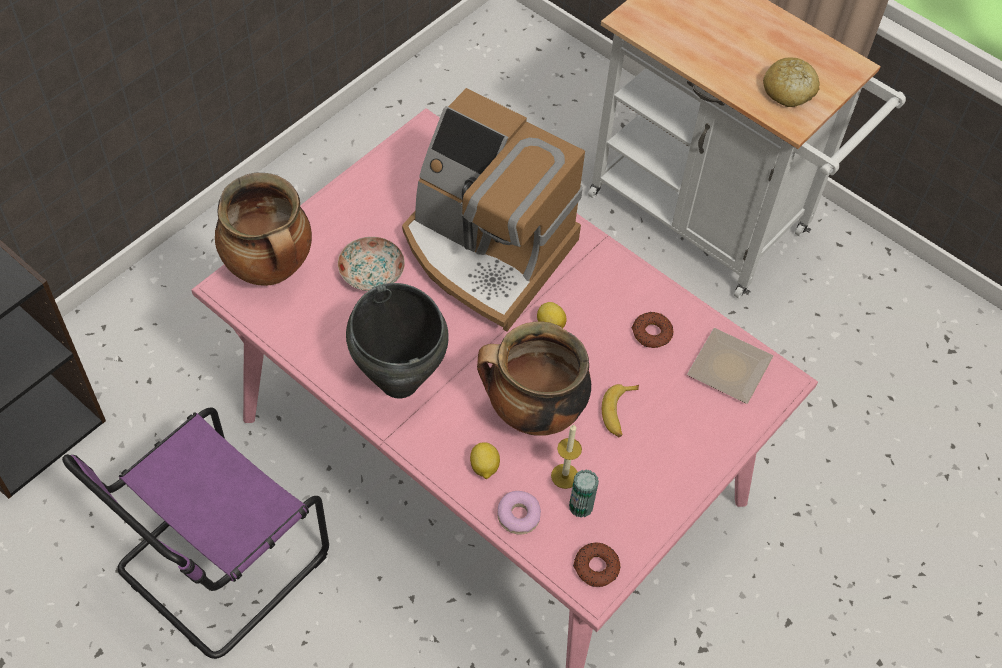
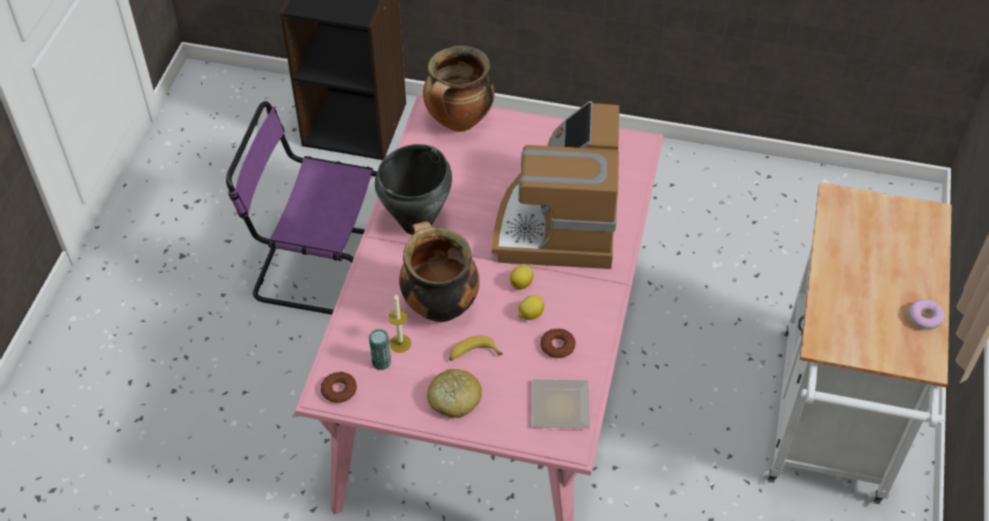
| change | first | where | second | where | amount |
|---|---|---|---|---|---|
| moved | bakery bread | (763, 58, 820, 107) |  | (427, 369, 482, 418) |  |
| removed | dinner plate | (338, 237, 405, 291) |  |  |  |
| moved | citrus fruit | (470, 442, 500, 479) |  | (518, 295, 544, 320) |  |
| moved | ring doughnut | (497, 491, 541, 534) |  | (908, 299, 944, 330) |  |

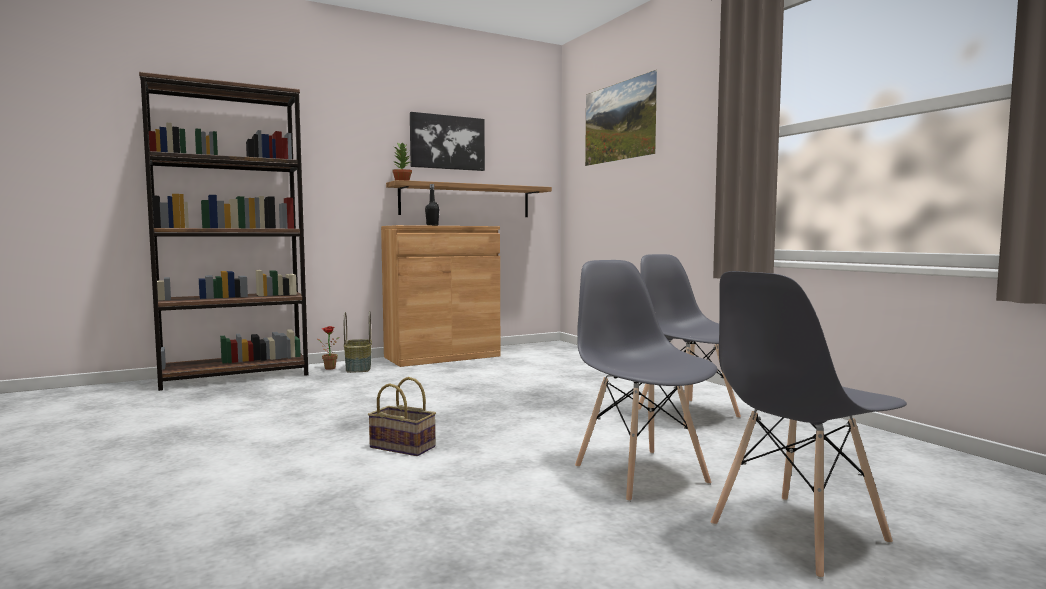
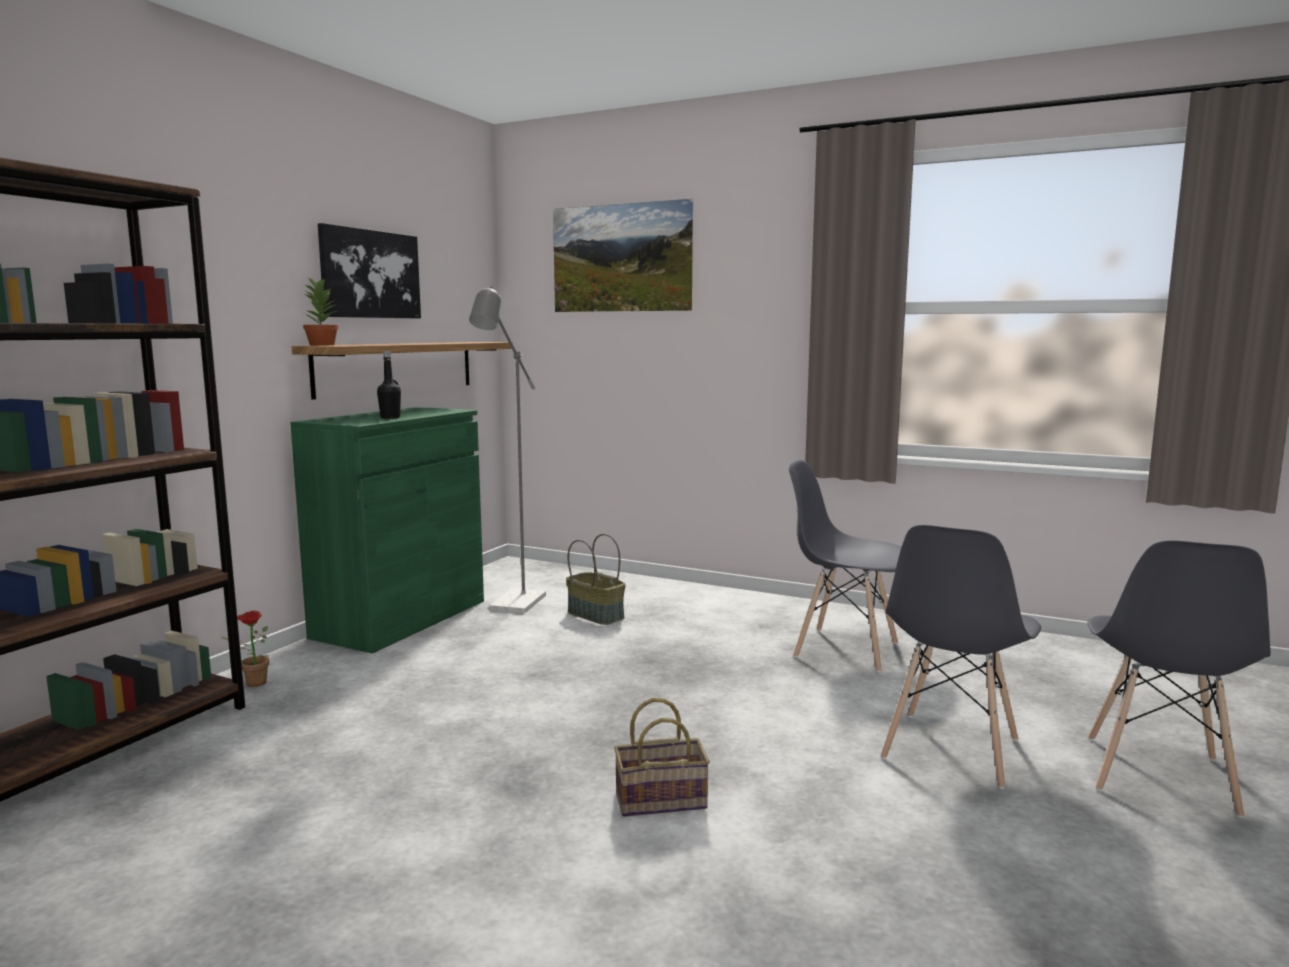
| change | first | where | second | where | amount |
|---|---|---|---|---|---|
| recoloured | brown cabinet | (381, 225, 500, 367) | greenish cabinet | (290, 407, 484, 653) |  |
| turned | gray upright chair | (575, 260, 717, 502) |  | (881, 525, 1041, 789) | 90 degrees counterclockwise |
| moved | basket | (344, 311, 372, 373) |  | (566, 534, 626, 625) |  |
| added |  |  | gray standing lamp | (469, 286, 546, 613) |  |

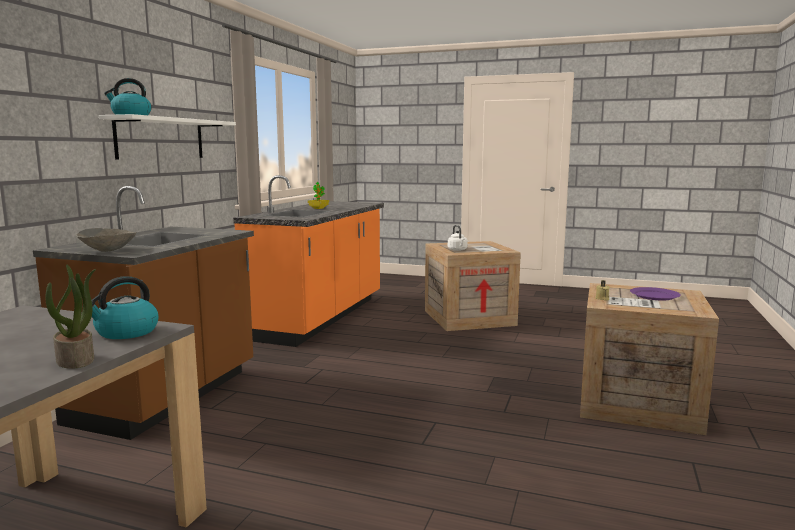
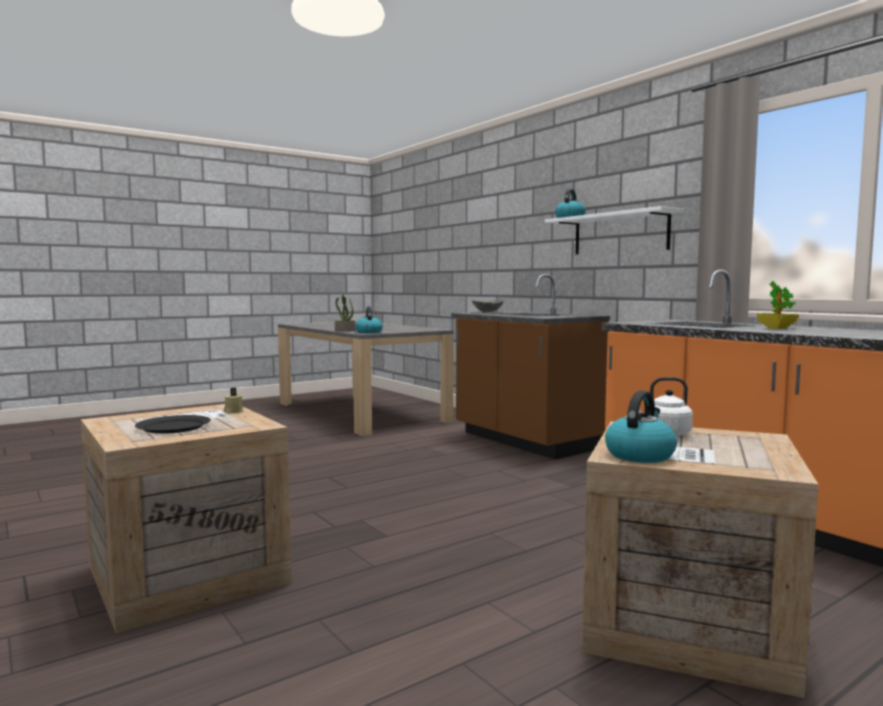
| change | first | where | second | where | amount |
|---|---|---|---|---|---|
| recoloured | purple dinner plate | (630, 287, 681, 300) | blackish dinner plate | (135, 415, 211, 434) |  |
| added |  |  | tea kettle | (605, 390, 677, 463) |  |

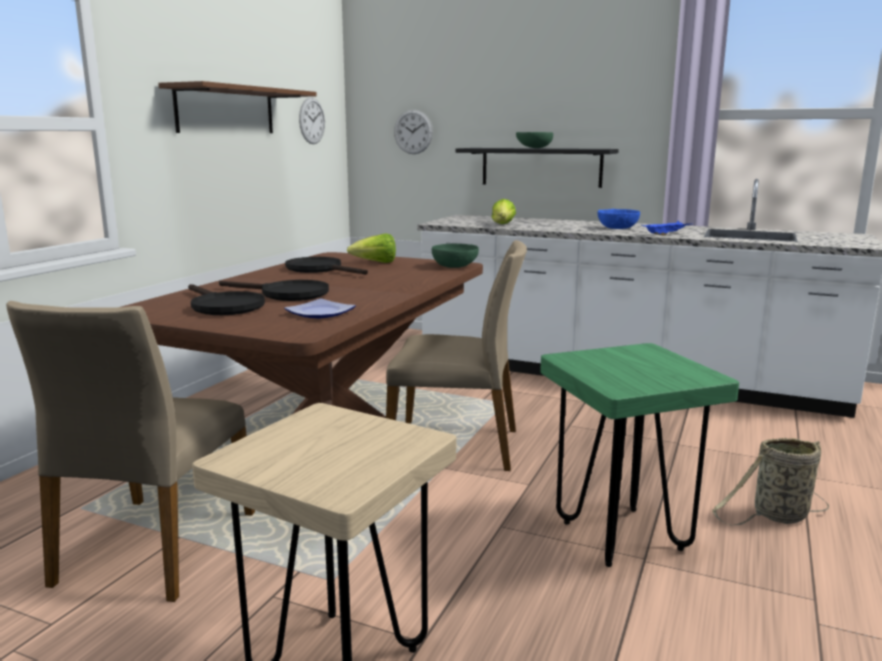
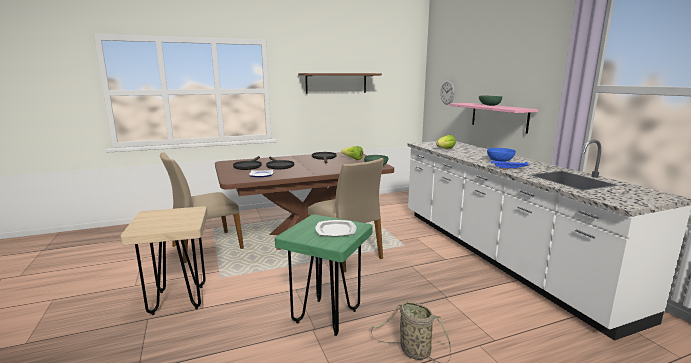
| change | first | where | second | where | amount |
|---|---|---|---|---|---|
| removed | clock on the wall | (299, 97, 325, 144) |  |  |  |
| recoloured | blackish shelf | (456, 148, 619, 188) | pink-coloured shelf | (449, 103, 538, 134) |  |
| added |  |  | dinner plate | (315, 220, 357, 236) |  |

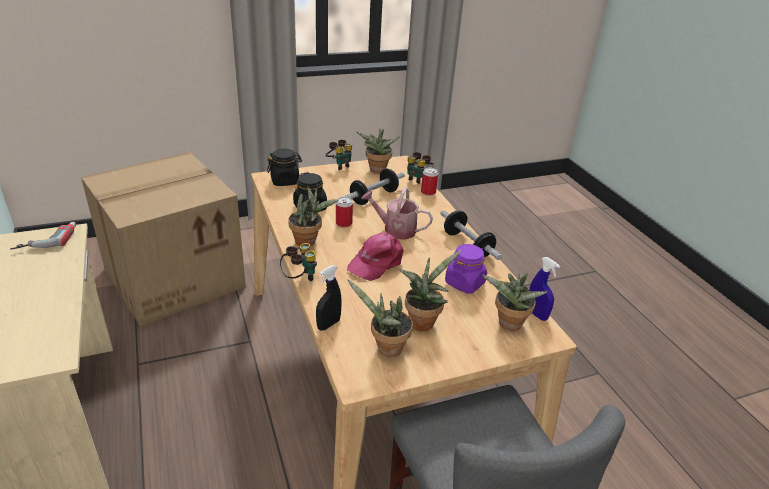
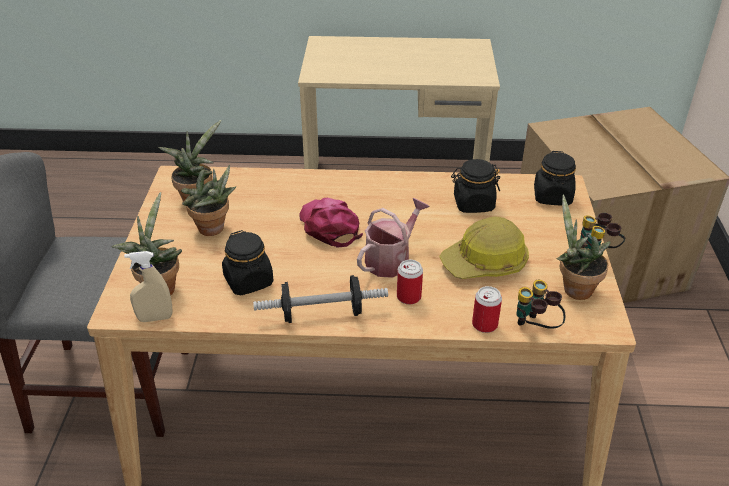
| change | first | where | second | where | amount |
|---|---|---|---|---|---|
| replaced | hand weight | (343, 168, 405, 205) | hard hat | (439, 216, 529, 279) |  |
| removed | potted plant | (288, 187, 338, 246) |  |  |  |
| moved | can | (336, 197, 353, 227) |  | (397, 260, 423, 304) |  |
| removed | electric drill | (10, 222, 76, 249) |  |  |  |
| removed | binoculars | (280, 243, 317, 281) |  |  |  |
| recoloured | purple jar | (445, 244, 487, 294) | blackish jar | (222, 230, 274, 295) |  |
| recoloured | blue-coloured hand sprayer | (529, 257, 560, 321) | beige hand sprayer | (124, 251, 172, 322) |  |
| removed | blackish hand sprayer | (316, 265, 342, 331) |  |  |  |

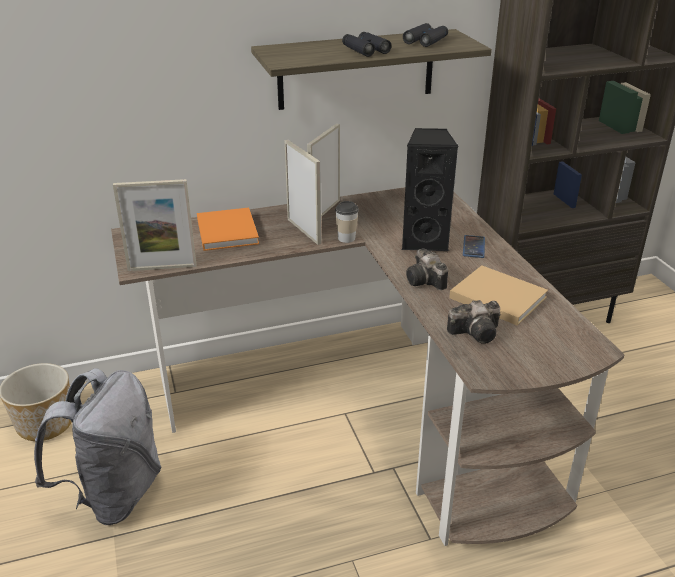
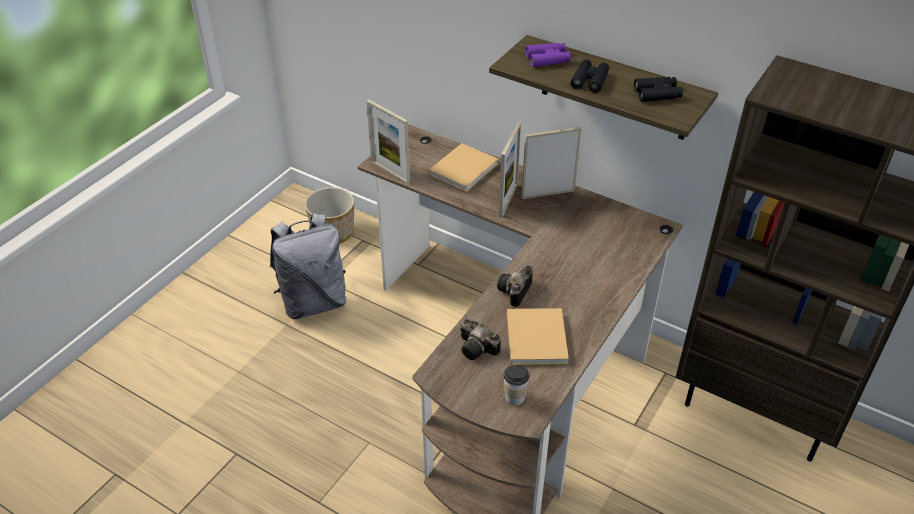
| change | first | where | second | where | amount |
|---|---|---|---|---|---|
| removed | blackish loudspeaker | (401, 128, 459, 252) |  |  |  |
| moved | drinking cup | (335, 201, 359, 243) |  | (504, 365, 529, 405) |  |
| recoloured | orange book | (197, 208, 259, 251) | beige book | (429, 143, 499, 192) |  |
| removed | phone | (463, 235, 485, 258) |  |  |  |
| added |  |  | purple binoculars | (525, 43, 571, 67) |  |

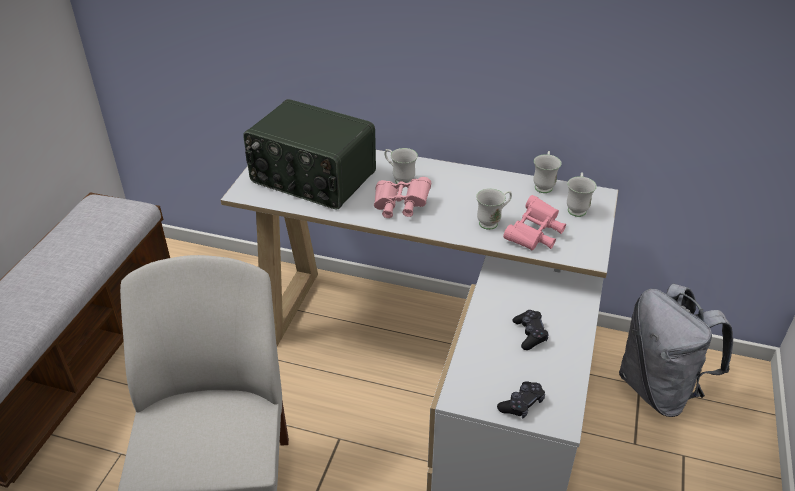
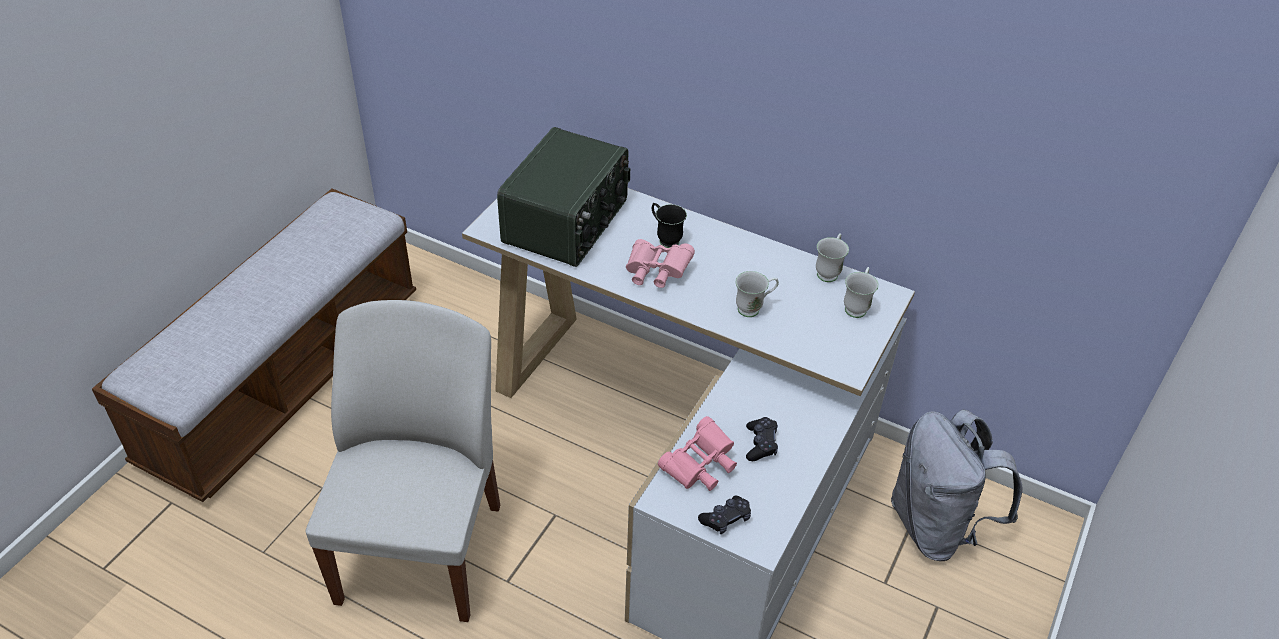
| change | first | where | second | where | amount |
|---|---|---|---|---|---|
| turned | radio | (243, 99, 376, 210) |  | (497, 127, 630, 267) | 105 degrees counterclockwise |
| recoloured | white-coloured mug | (385, 148, 418, 184) | blackish mug | (652, 203, 687, 248) |  |
| moved | pink-coloured binoculars | (503, 195, 566, 250) |  | (658, 416, 737, 491) |  |

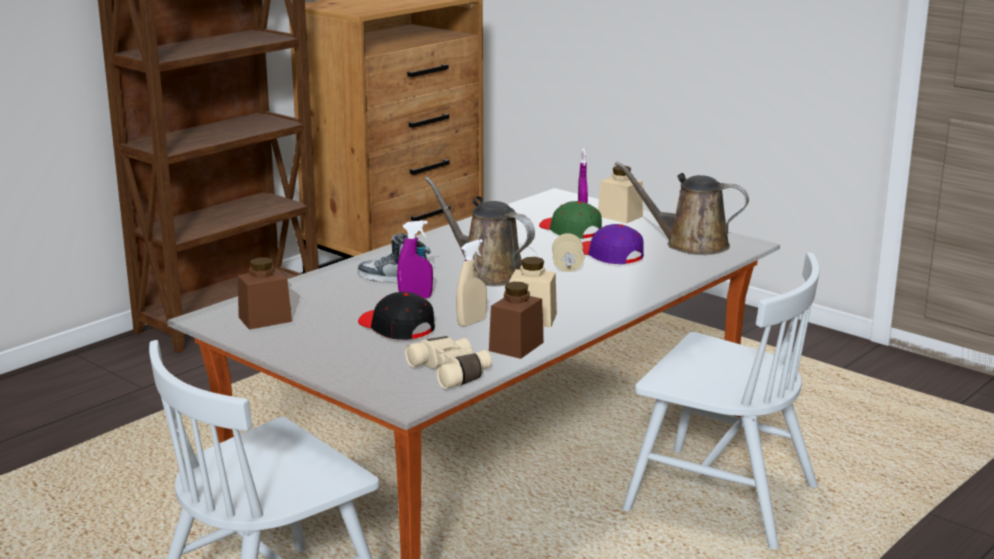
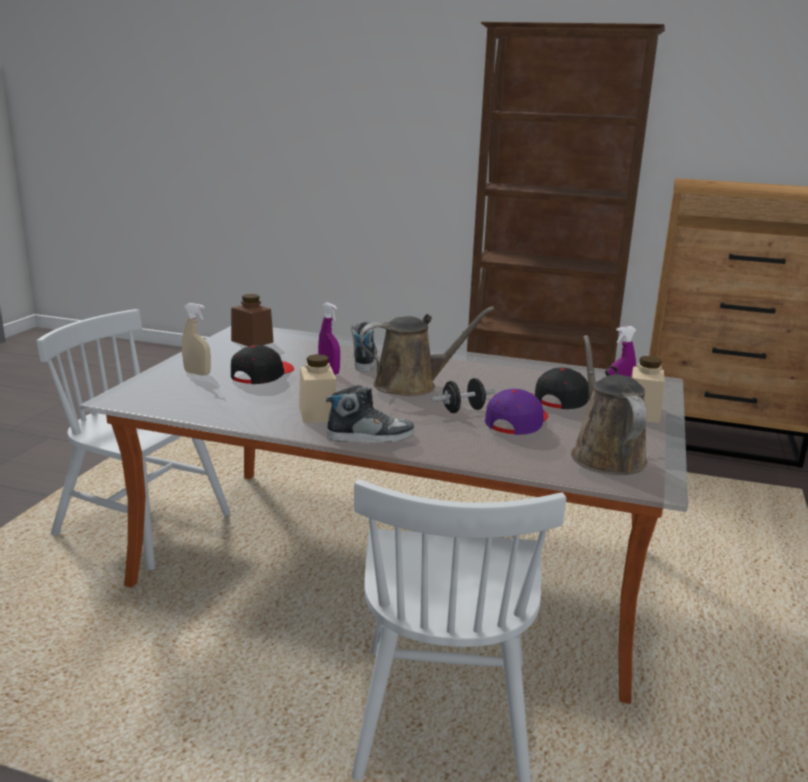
| change | first | where | second | where | amount |
|---|---|---|---|---|---|
| turned | brown watering can | (425, 177, 535, 286) |  | (359, 307, 494, 396) | 60 degrees clockwise |
| recoloured | greenish baseball cap | (539, 201, 602, 239) | blackish baseball cap | (535, 368, 589, 409) |  |
| recoloured | beige hand weight | (552, 233, 584, 272) | blackish hand weight | (431, 378, 495, 413) |  |
| moved | beige hand sprayer | (456, 239, 487, 326) |  | (182, 303, 211, 375) |  |
| removed | brown jar | (489, 282, 544, 359) |  |  |  |
| removed | beige binoculars | (405, 336, 492, 389) |  |  |  |
| added |  |  | item of footwear | (326, 385, 415, 442) |  |

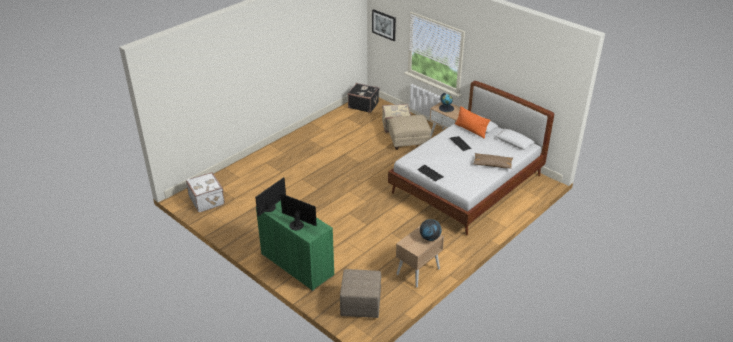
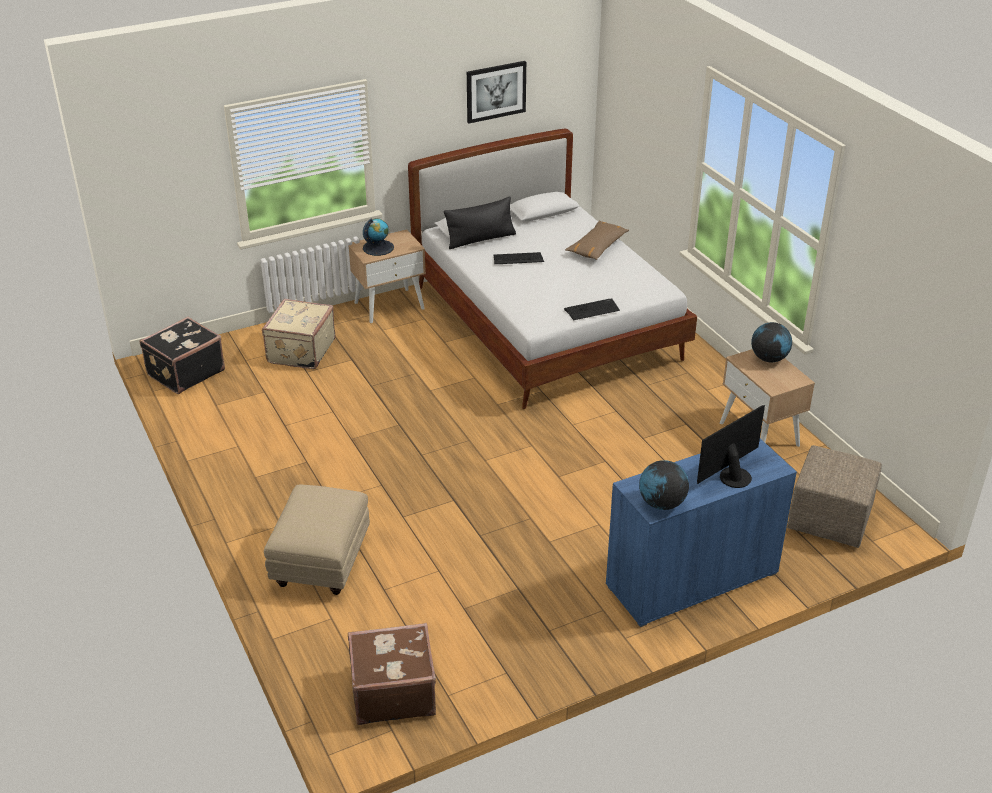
| change | first | where | second | where | amount |
|---|---|---|---|---|---|
| moved | wall art | (372, 9, 396, 41) |  | (467, 61, 526, 124) |  |
| recoloured | orange cushion | (455, 106, 490, 139) | blackish cushion | (444, 197, 516, 249) |  |
| moved | beige pouffe | (389, 115, 431, 150) |  | (264, 485, 370, 595) |  |
| recoloured | white-coloured suitcase | (186, 172, 225, 212) | brown suitcase | (348, 623, 436, 725) |  |
| replaced | monitor | (255, 177, 286, 216) | world globe | (639, 460, 689, 510) |  |
| recoloured | greenish cabinet | (256, 200, 334, 291) | blue-coloured cabinet | (606, 439, 797, 627) |  |

